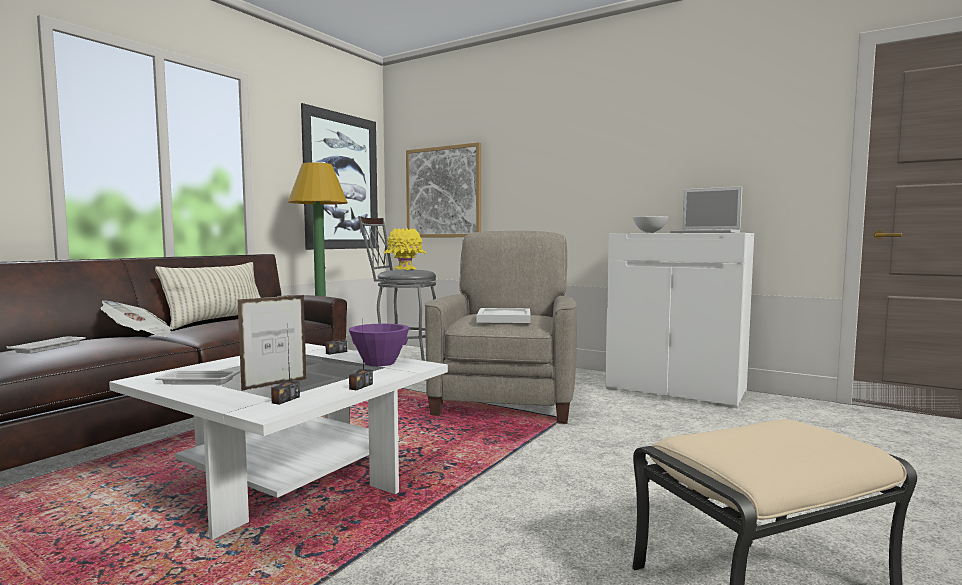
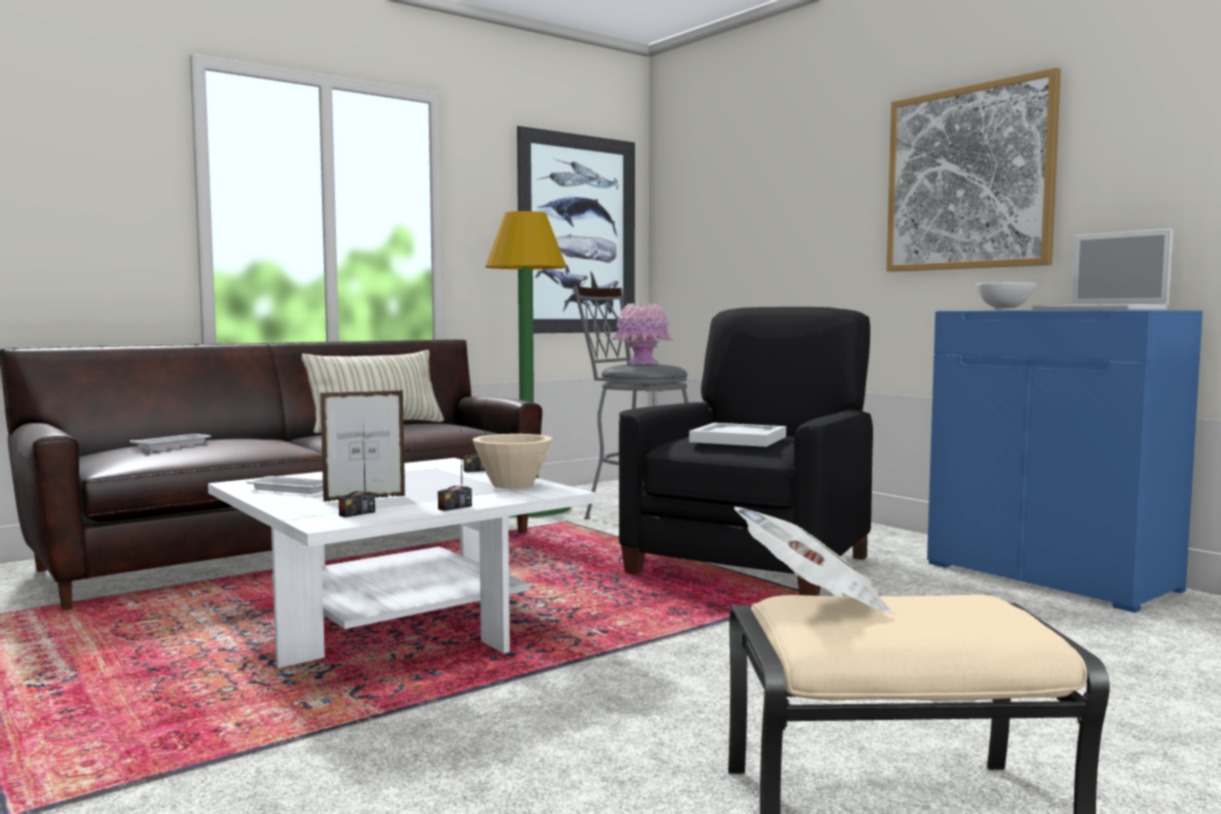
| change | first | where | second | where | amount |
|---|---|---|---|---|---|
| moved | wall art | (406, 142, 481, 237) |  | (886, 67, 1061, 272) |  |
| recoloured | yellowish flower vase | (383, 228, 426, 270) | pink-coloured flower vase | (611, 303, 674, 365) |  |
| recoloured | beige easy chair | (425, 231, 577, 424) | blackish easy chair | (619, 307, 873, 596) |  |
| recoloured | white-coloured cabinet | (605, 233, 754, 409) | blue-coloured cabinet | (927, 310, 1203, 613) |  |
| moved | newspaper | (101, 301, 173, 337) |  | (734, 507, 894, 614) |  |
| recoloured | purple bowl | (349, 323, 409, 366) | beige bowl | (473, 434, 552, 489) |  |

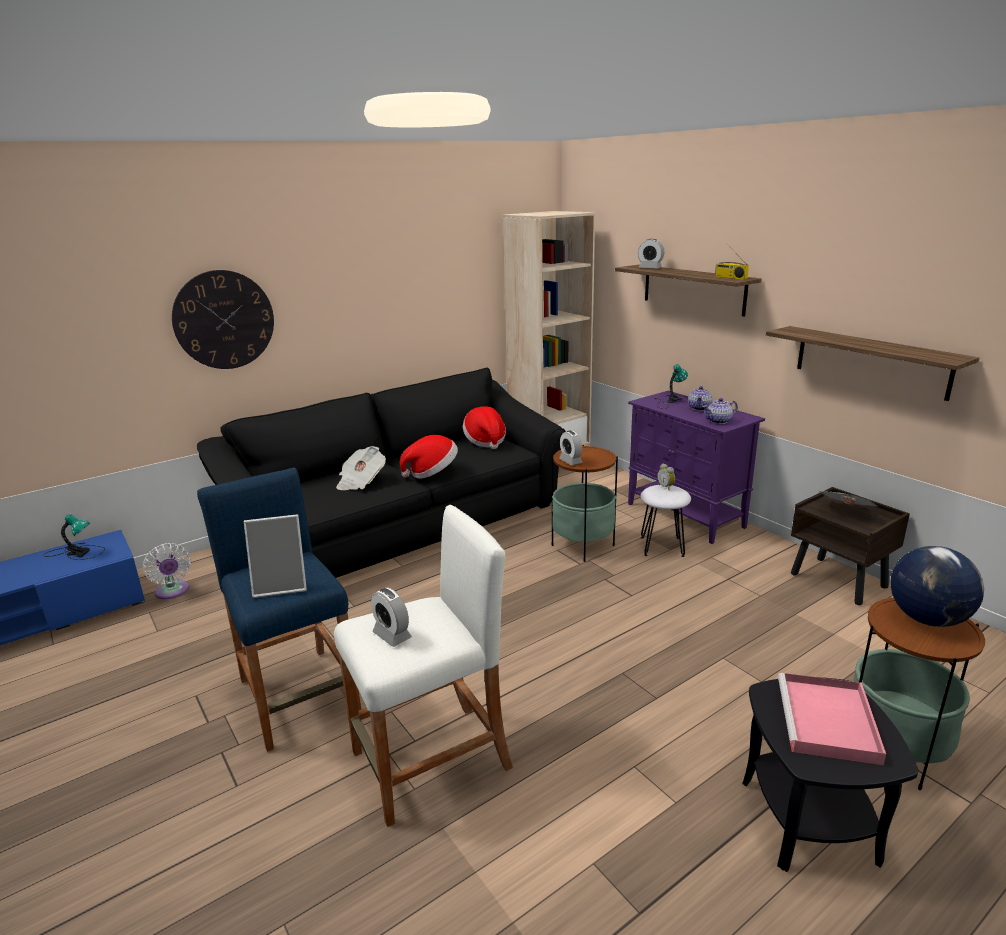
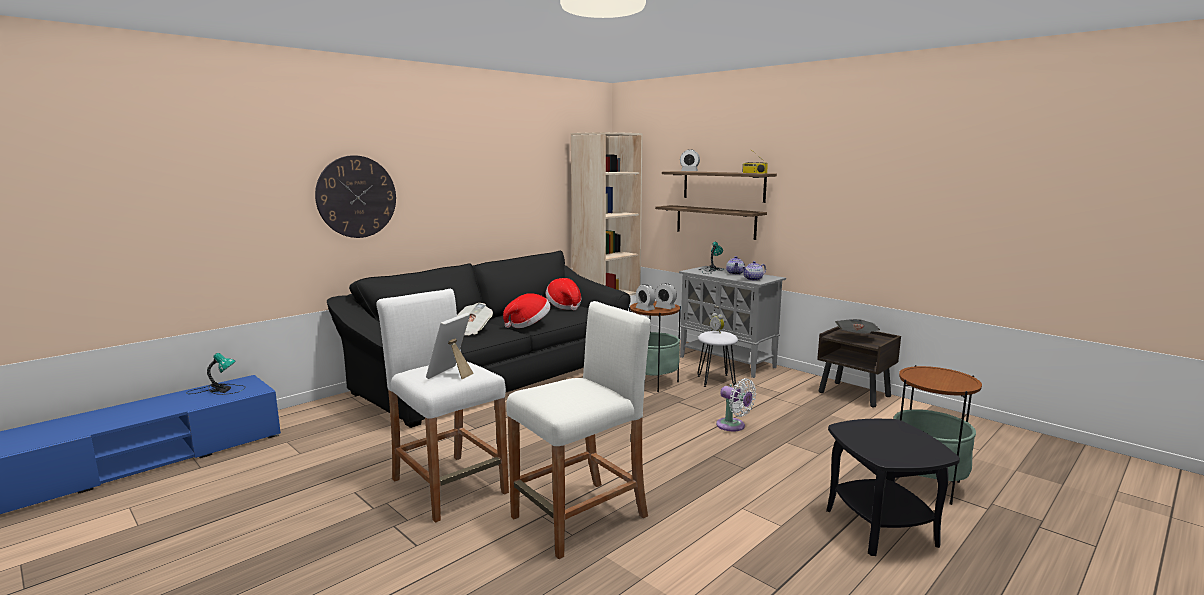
| change | first | where | second | where | amount |
|---|---|---|---|---|---|
| moved | shelf | (766, 326, 979, 401) |  | (655, 205, 767, 240) |  |
| recoloured | purple cabinet | (628, 391, 765, 544) | gray cabinet | (679, 266, 786, 378) |  |
| recoloured | blue-coloured stool seat | (197, 467, 361, 752) | white-coloured stool seat | (377, 289, 509, 523) |  |
| turned | standing frame | (244, 514, 307, 598) |  | (426, 313, 474, 379) | 135 degrees clockwise |
| moved | white-coloured cooling fan | (143, 543, 191, 599) |  | (716, 378, 756, 431) |  |
| removed | world globe | (890, 546, 984, 627) |  |  |  |
| moved | alarm clock | (371, 588, 412, 647) |  | (655, 283, 677, 309) |  |
| removed | pink-coloured carrying tray | (778, 673, 886, 765) |  |  |  |

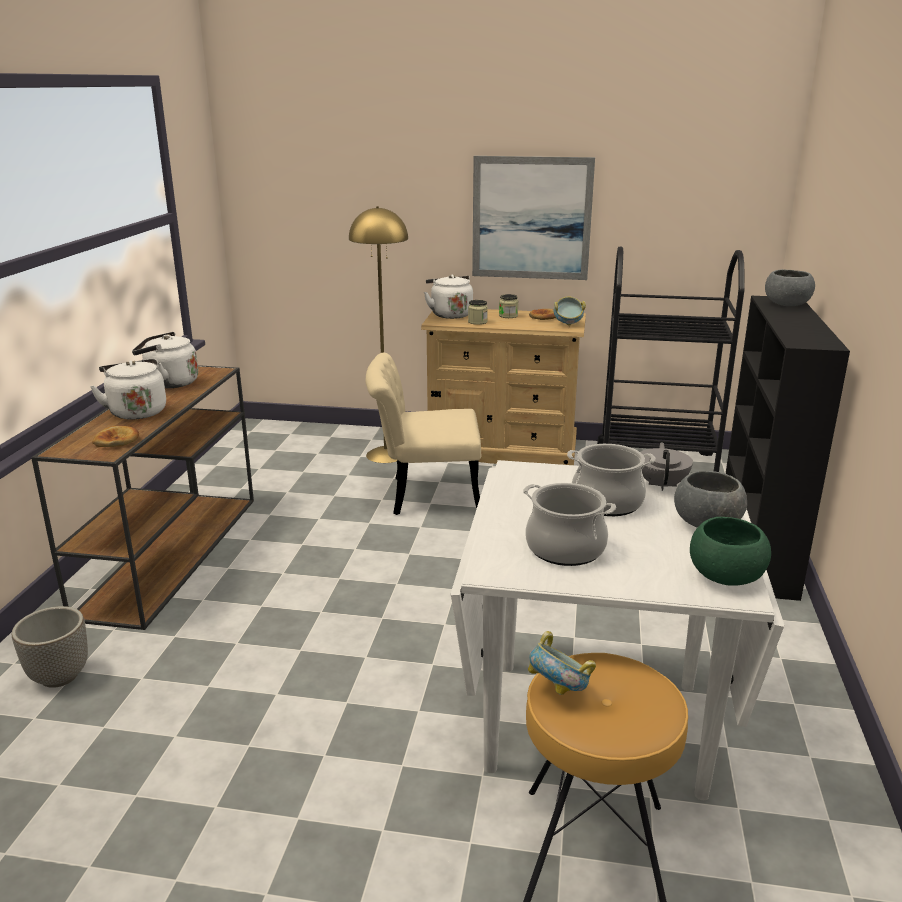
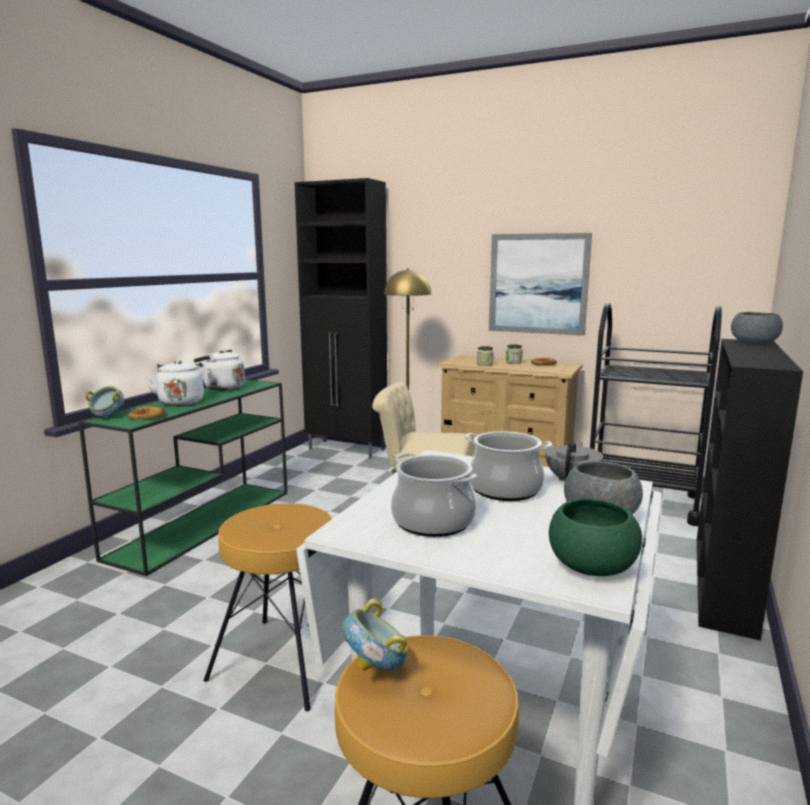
| change | first | where | second | where | amount |
|---|---|---|---|---|---|
| removed | white-coloured tea kettle | (424, 275, 473, 319) |  |  |  |
| moved | bowl | (553, 297, 586, 326) |  | (84, 386, 124, 418) |  |
| recoloured | brown narrow table | (31, 365, 254, 630) | greenish narrow table | (79, 379, 287, 576) |  |
| removed | planter | (12, 606, 88, 688) |  |  |  |
| added |  |  | blackish cabinet | (295, 178, 387, 459) |  |
| added |  |  | brown stool seat | (204, 503, 332, 711) |  |

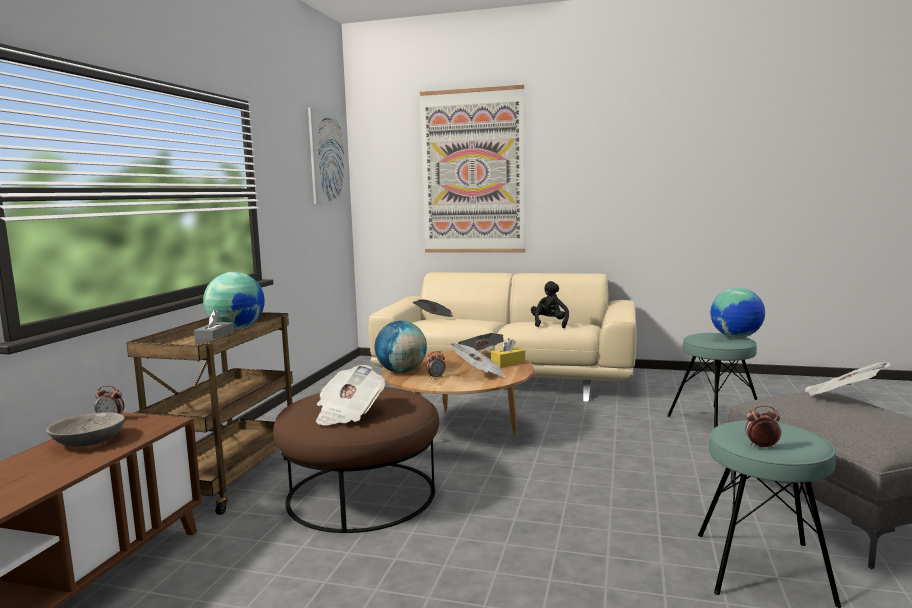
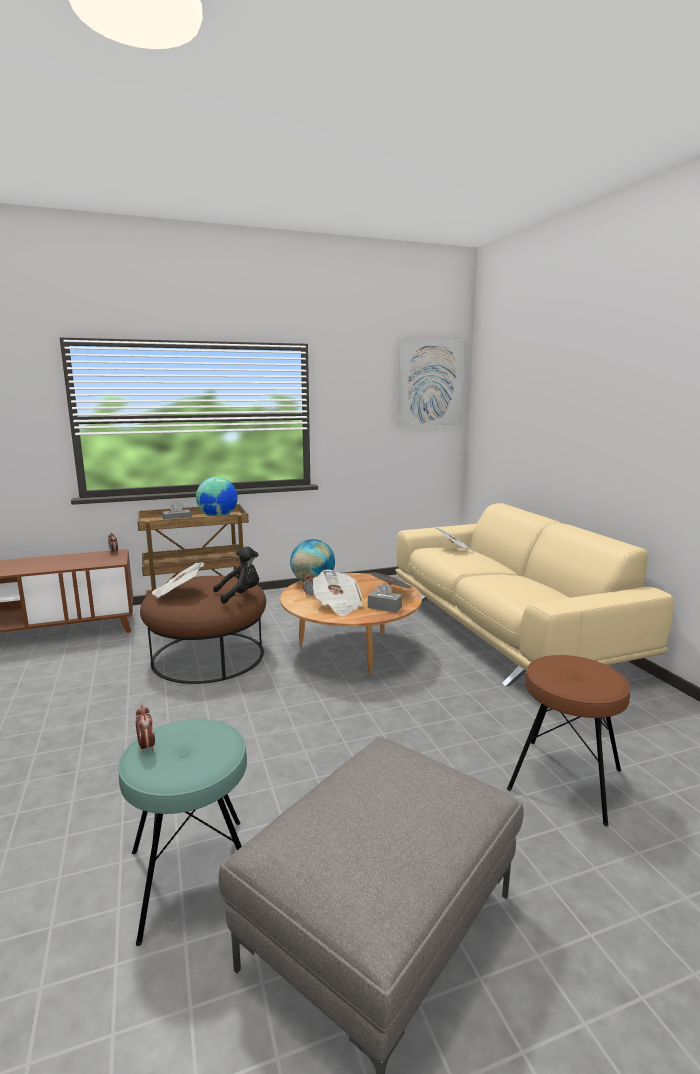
| change | first | where | second | where | amount |
|---|---|---|---|---|---|
| removed | wall art | (420, 85, 525, 253) |  |  |  |
| moved | blackish soft toy | (531, 281, 569, 328) |  | (213, 546, 259, 604) |  |
| removed | world globe | (710, 288, 765, 338) |  |  |  |
| recoloured | turquoise-coloured stool seat | (667, 333, 758, 428) | brown stool seat | (507, 655, 631, 826) |  |
| recoloured | yellowish tissue holder | (491, 338, 525, 368) | gray tissue holder | (368, 583, 402, 613) |  |
| removed | newspaper | (805, 362, 890, 396) |  |  |  |
| removed | gray bowl | (46, 412, 125, 447) |  |  |  |

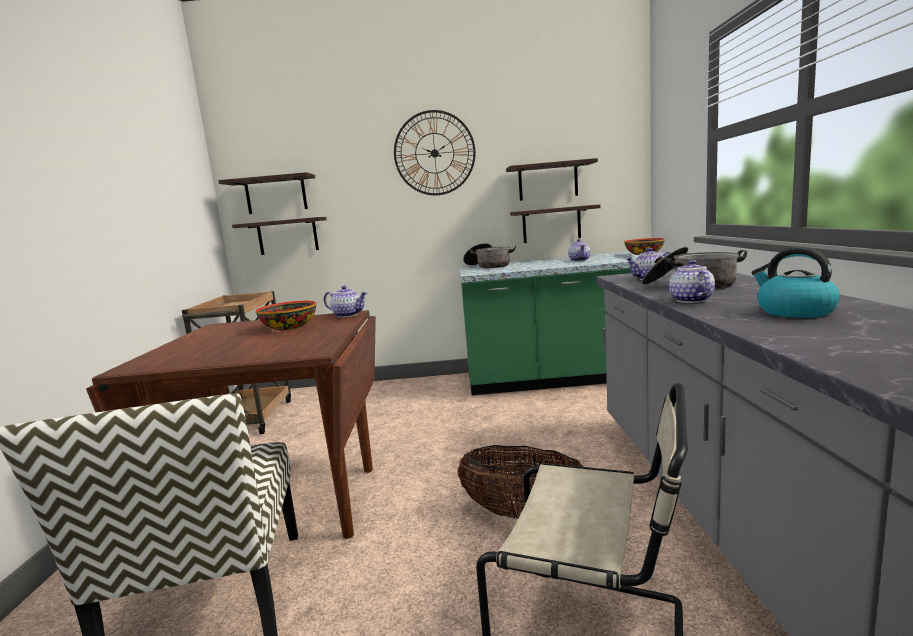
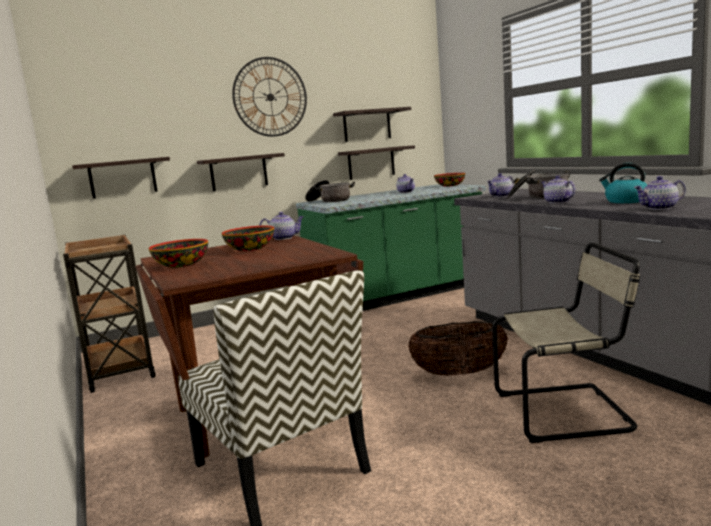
| change | first | where | second | where | amount |
|---|---|---|---|---|---|
| moved | shelf | (218, 172, 315, 214) |  | (197, 153, 285, 192) |  |
| added |  |  | pot for tea | (634, 176, 686, 210) |  |
| added |  |  | bowl | (149, 239, 208, 268) |  |

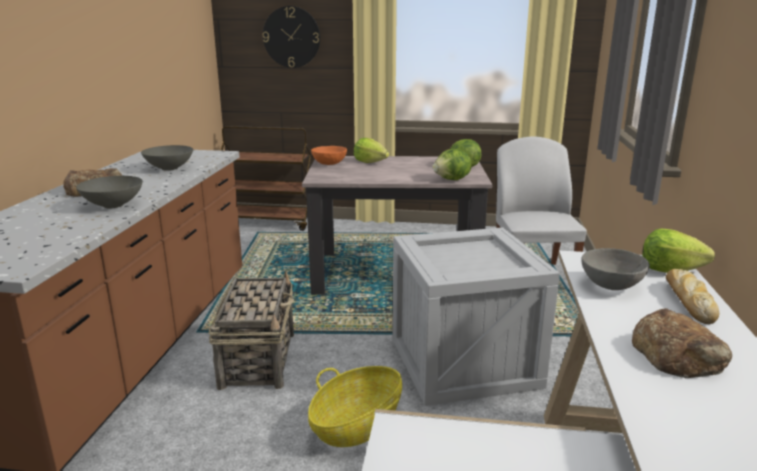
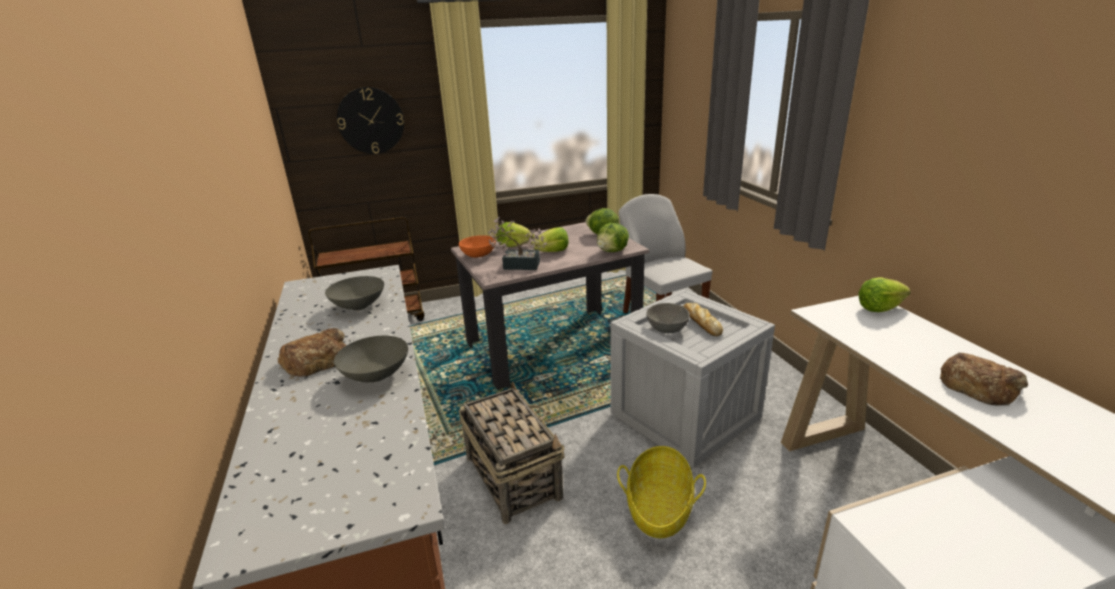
| change | first | where | second | where | amount |
|---|---|---|---|---|---|
| moved | gray bowl | (581, 248, 650, 290) |  | (646, 303, 690, 333) |  |
| moved | bakery bread | (666, 269, 720, 324) |  | (683, 303, 723, 336) |  |
| added |  |  | potted plant | (488, 217, 547, 270) |  |
| added |  |  | head of lettuce | (531, 227, 569, 252) |  |

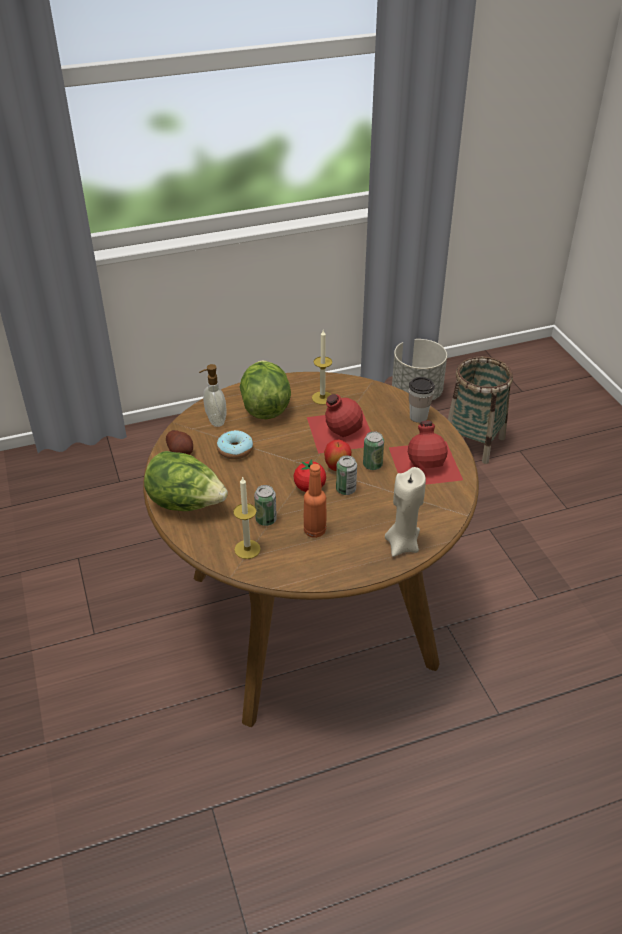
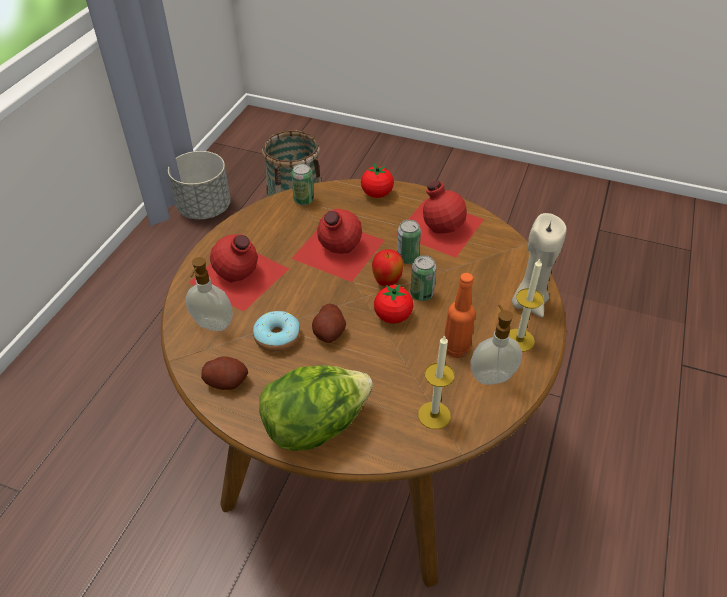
| change | first | where | second | where | amount |
|---|---|---|---|---|---|
| moved | wax light | (312, 330, 332, 405) |  | (509, 258, 544, 352) |  |
| replaced | head of lettuce | (240, 360, 291, 419) | red-coloured drink bottle | (189, 234, 289, 312) |  |
| replaced | drinking cup | (409, 377, 435, 423) | fresh tomato | (361, 163, 394, 198) |  |
| moved | can | (254, 485, 277, 526) |  | (291, 163, 314, 205) |  |
| added |  |  | spud | (312, 304, 346, 343) |  |
| added |  |  | soap bottle | (471, 305, 522, 385) |  |

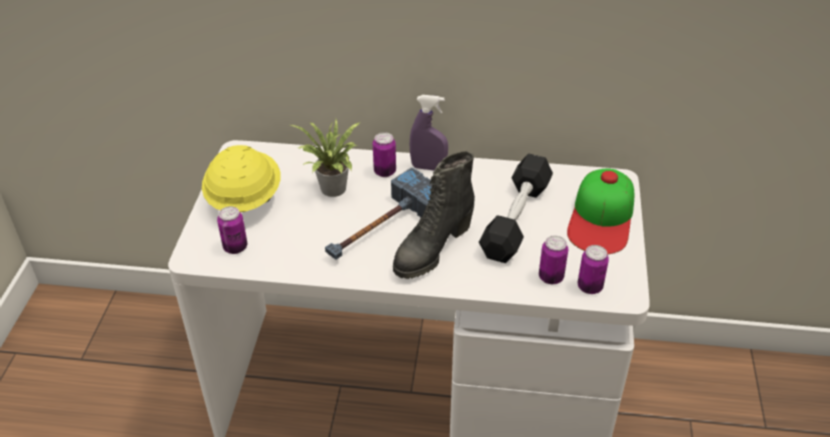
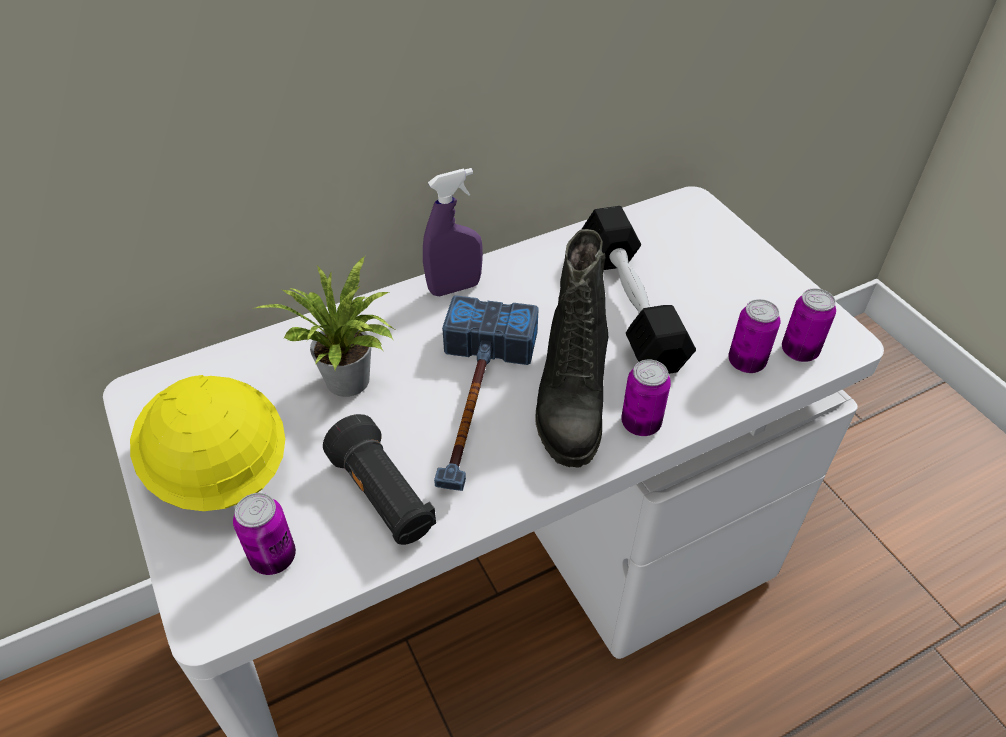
| change | first | where | second | where | amount |
|---|---|---|---|---|---|
| moved | can | (373, 132, 396, 177) |  | (621, 359, 671, 436) |  |
| removed | baseball cap | (567, 168, 634, 254) |  |  |  |
| added |  |  | blackish torch | (323, 414, 436, 545) |  |

